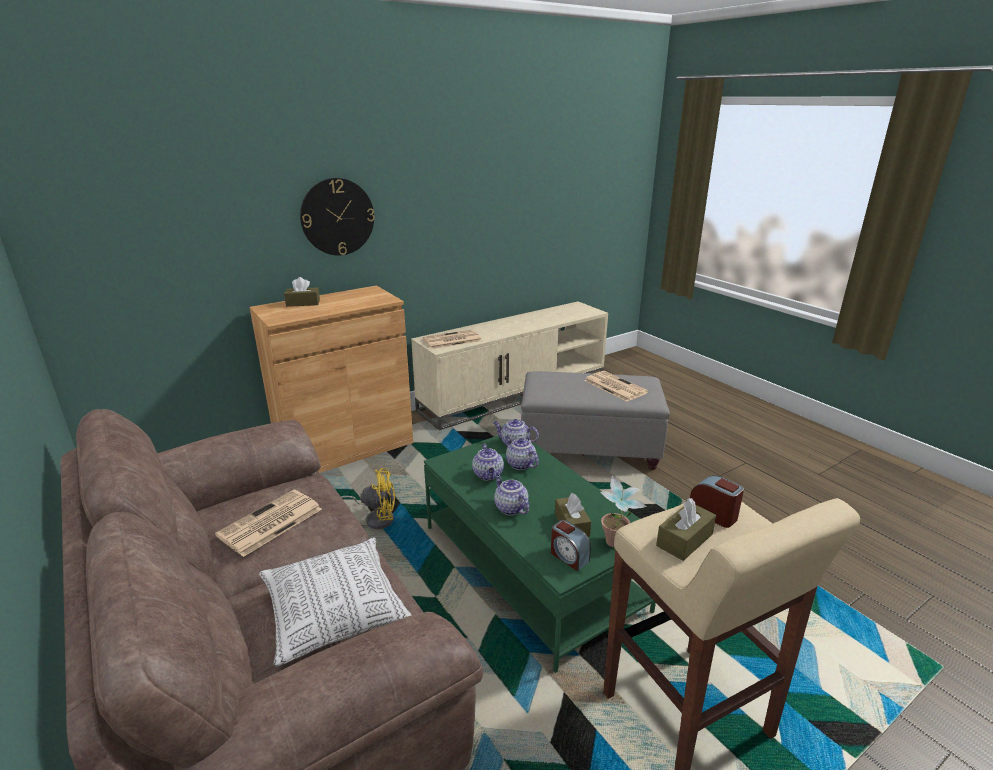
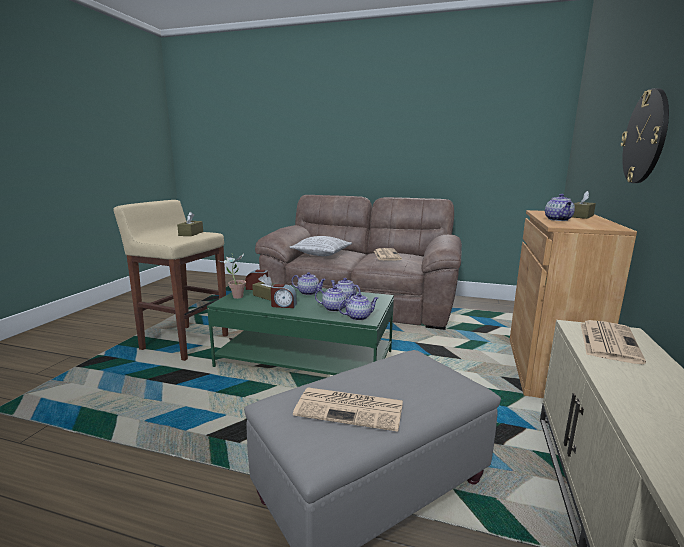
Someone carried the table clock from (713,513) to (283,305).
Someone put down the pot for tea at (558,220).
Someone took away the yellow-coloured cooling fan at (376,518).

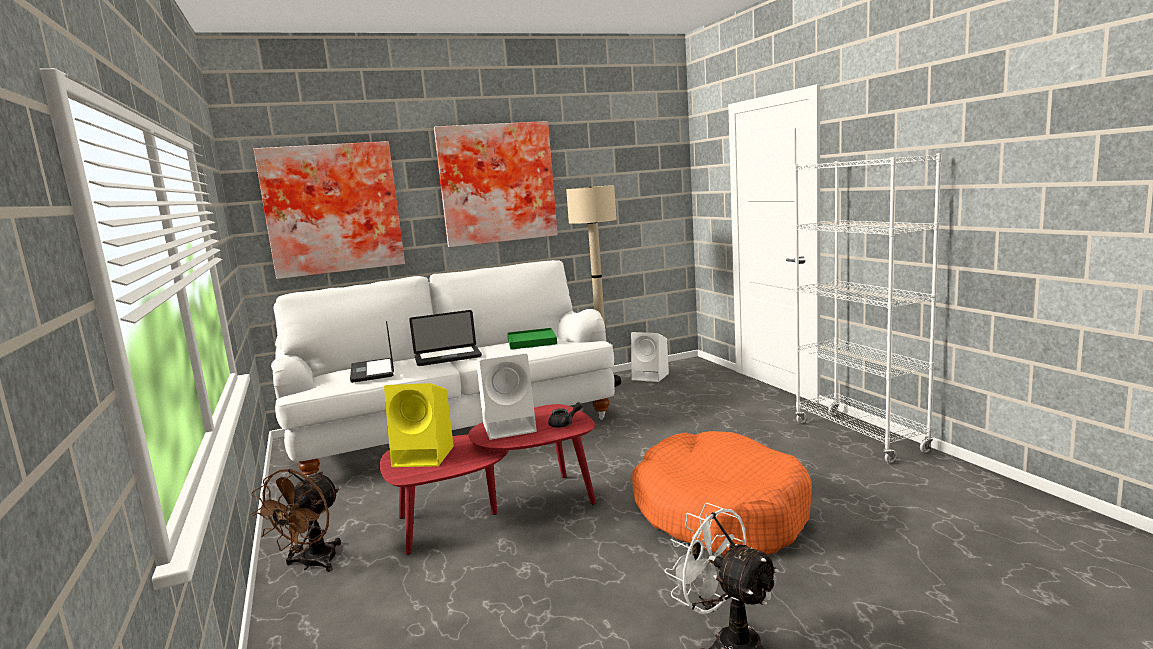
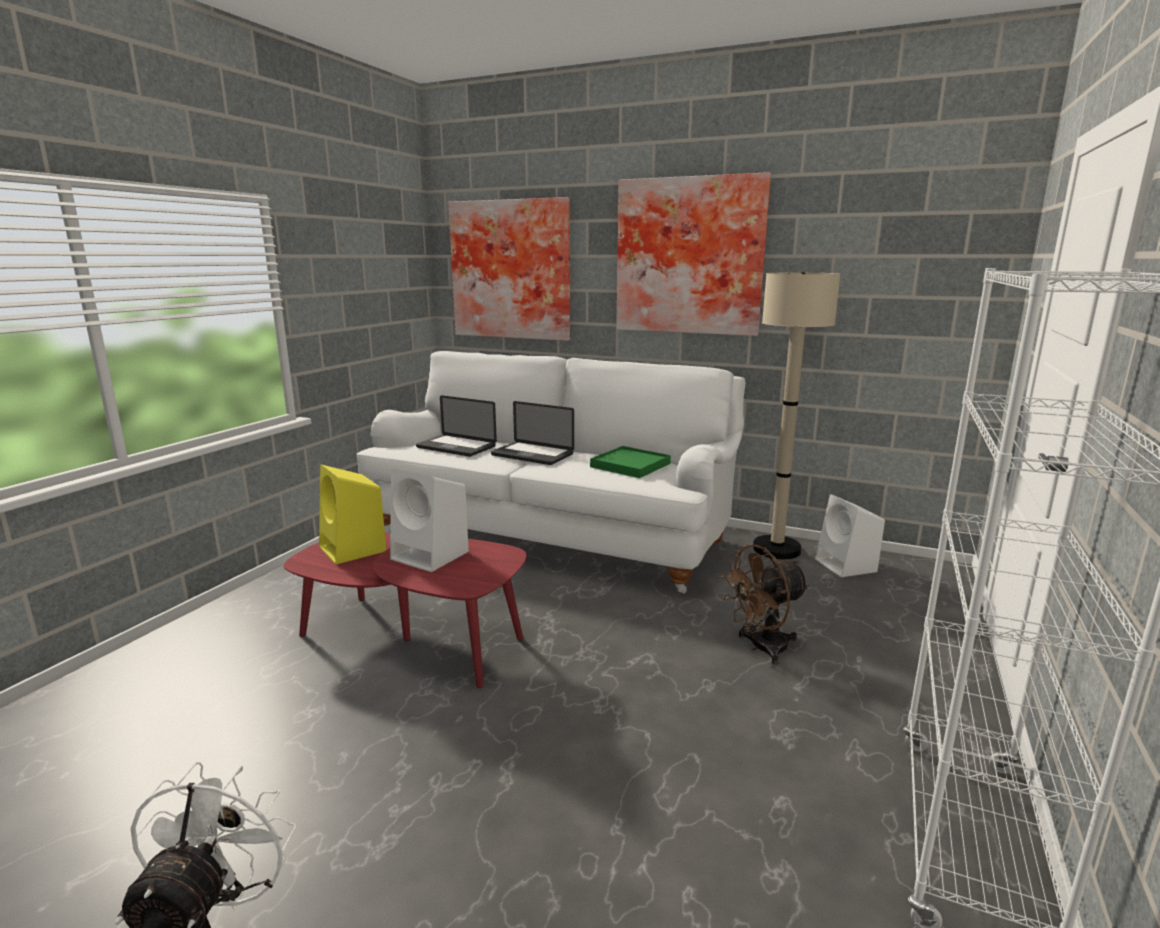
Someone rotated the portable computer at (372,371) by 90 degrees counterclockwise.
Someone carried the brown cooling fan from (312,564) to (761,648).
Someone took away the greyish pot for tea at (564,424).
Someone took away the orange-coloured dog cushion at (720,513).

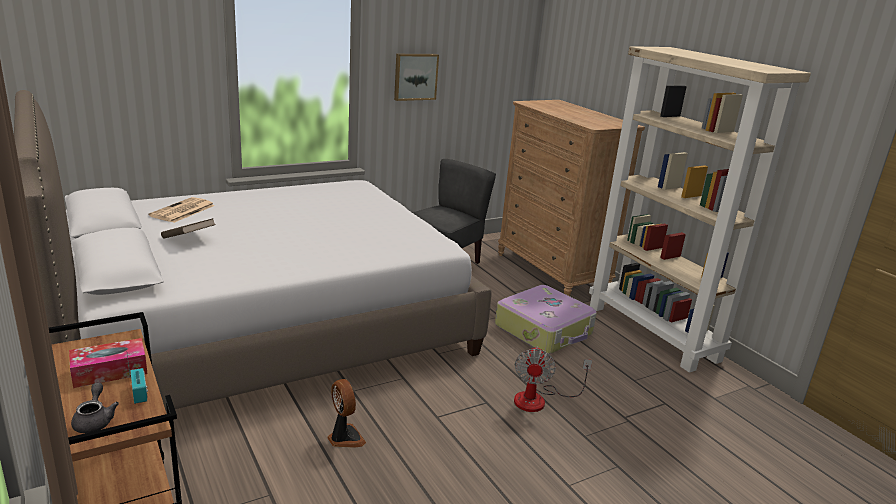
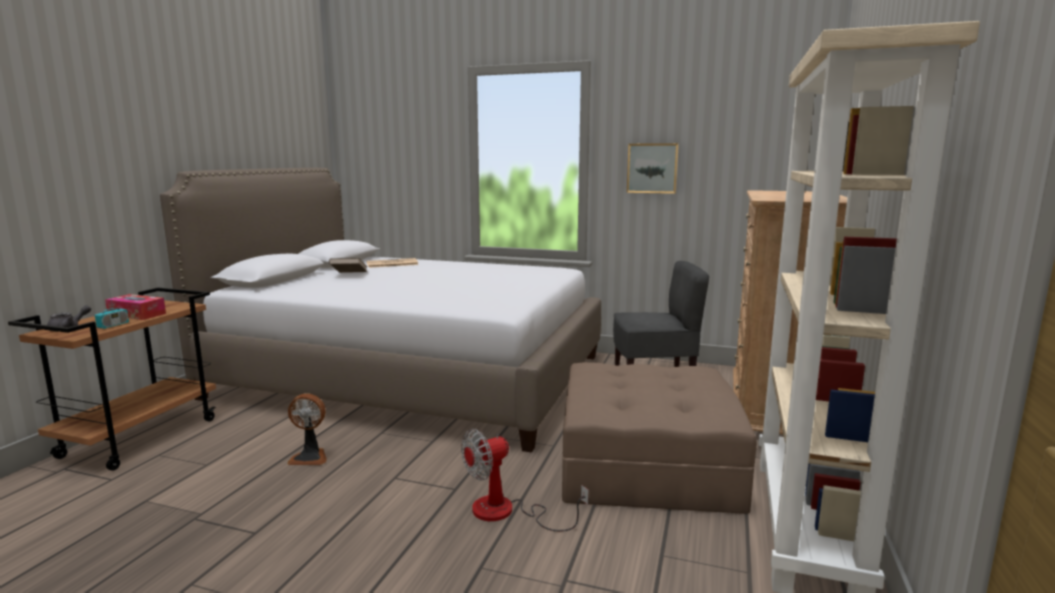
Someone rotated the cooling fan at (344,438) by 75 degrees clockwise.
Someone swapped the piece of luggage at (544,330) for the brown ottoman at (647,462).

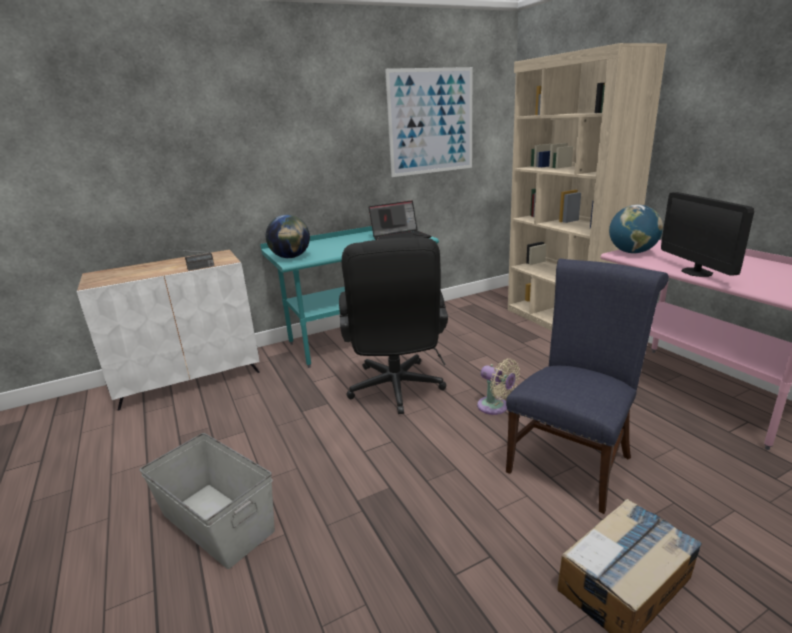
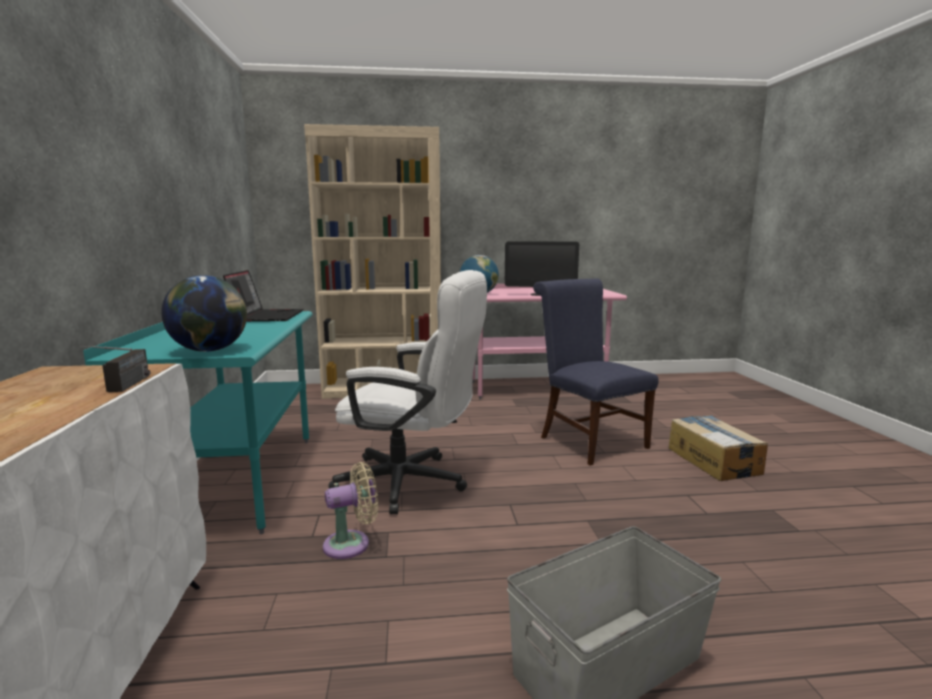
Someone carried the beige cooling fan from (495,407) to (351,544).
Someone repainted the black desk chair at (396,391), which became the white desk chair at (413,483).
Someone took away the wall art at (431,122).

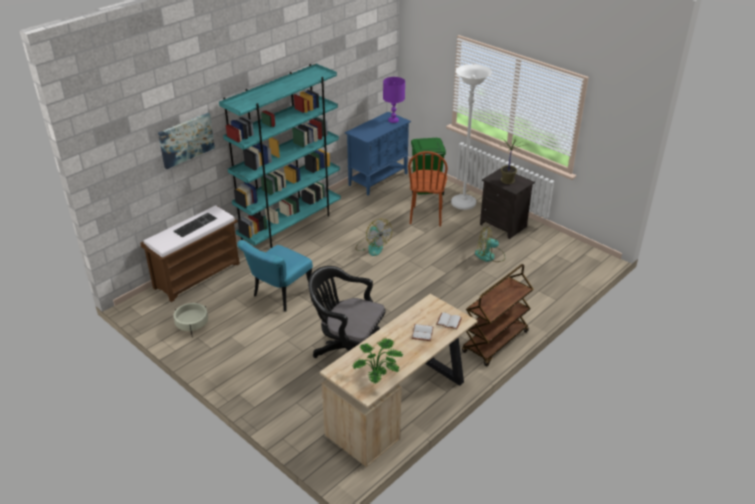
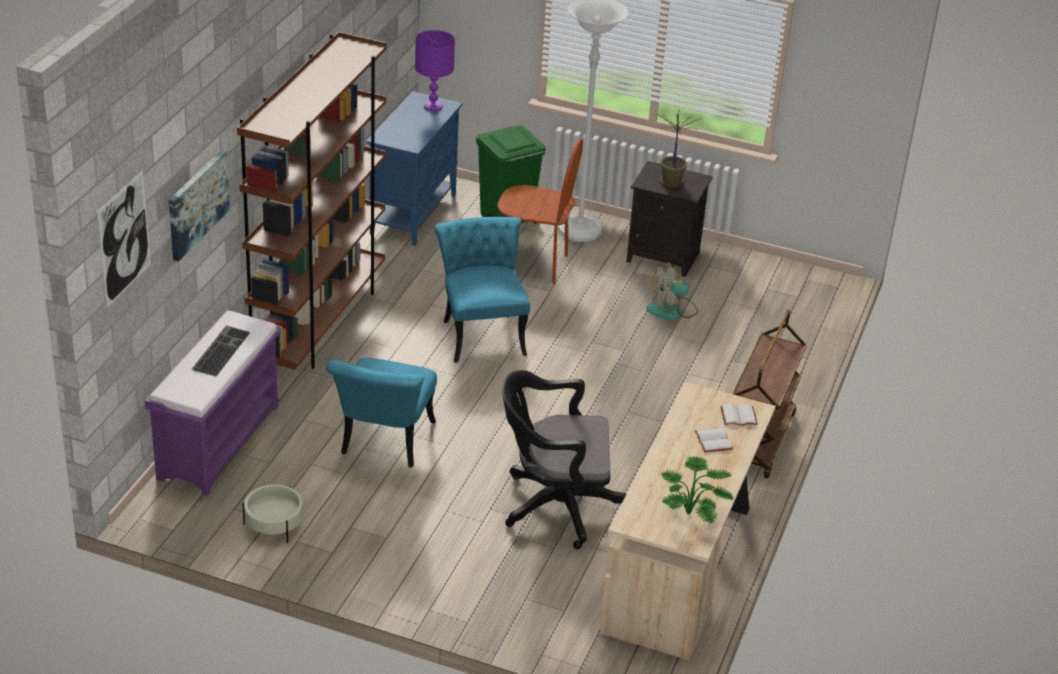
Someone put up the wall art at (124,239).
Someone repainted the brown long seat at (197,275), which became the purple-coloured long seat at (219,441).
Someone repainted the turquoise bookcase at (290,225), which became the brown bookcase at (318,323).
Someone swapped the cooling fan at (372,246) for the turquoise plain chair at (481,332).
Someone rotated the brown plain chair at (426,216) by 60 degrees counterclockwise.

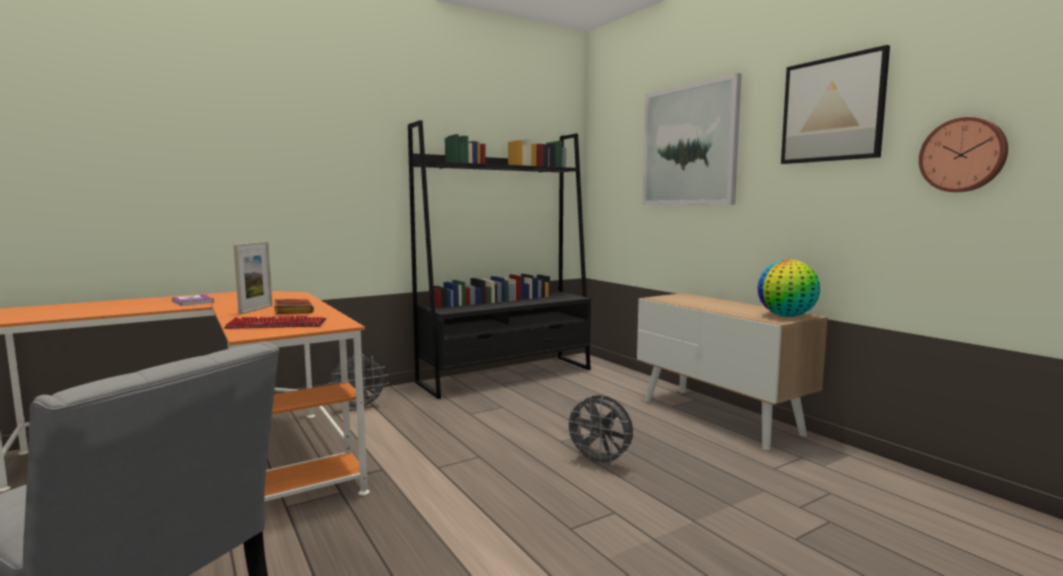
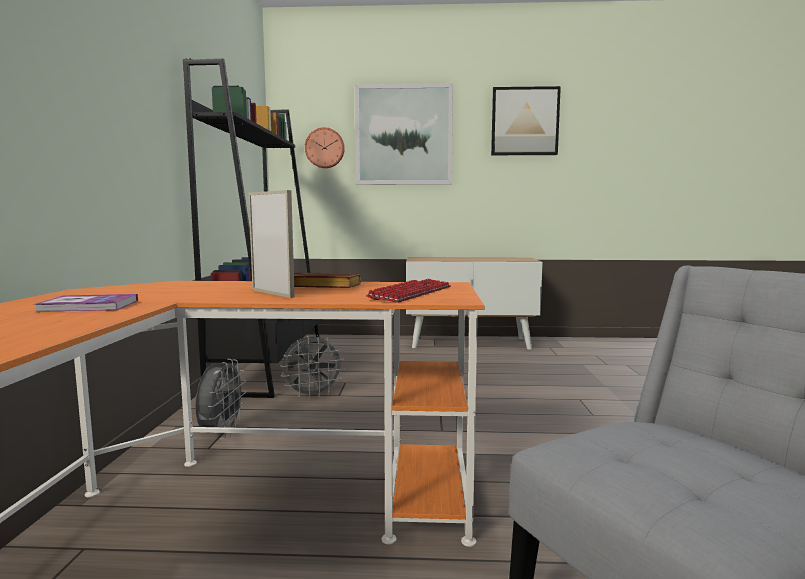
Someone carried the greyish cooling fan from (600,462) to (312,395).
Someone carried the clock on the wall from (963,155) to (325,148).
Someone took away the world globe at (786,316).

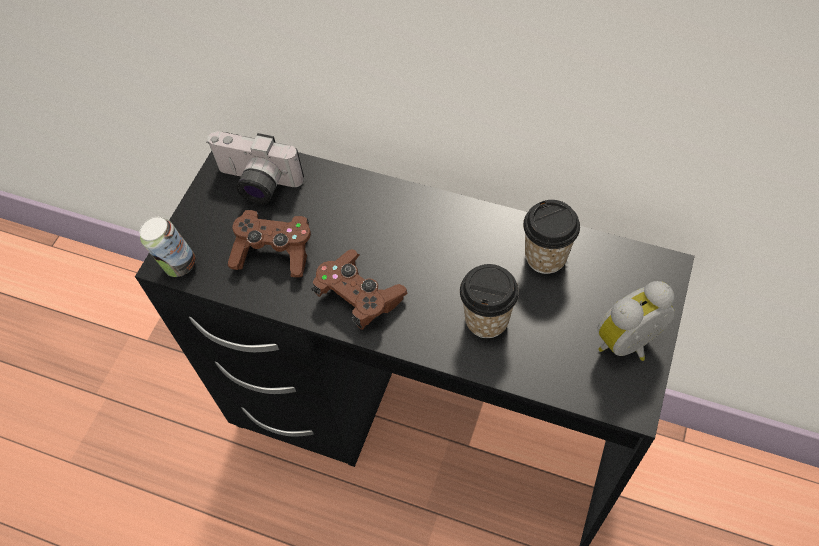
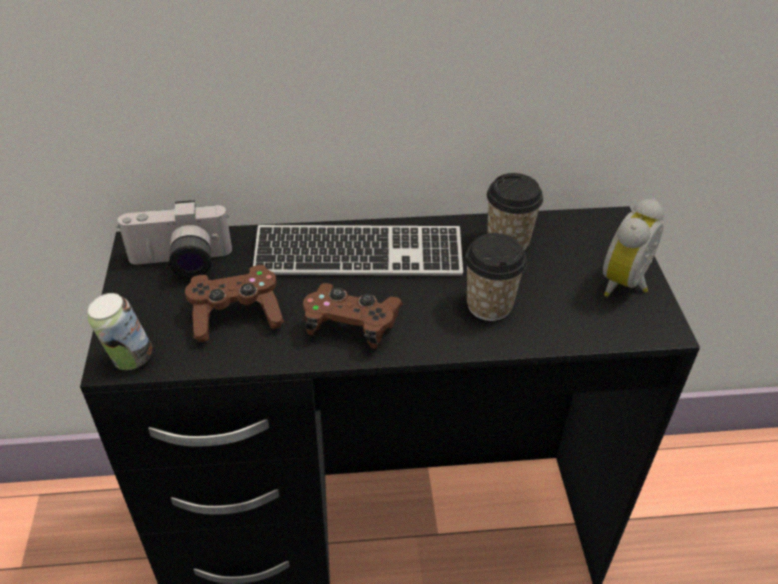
Someone put down the PC keyboard at (358,255).

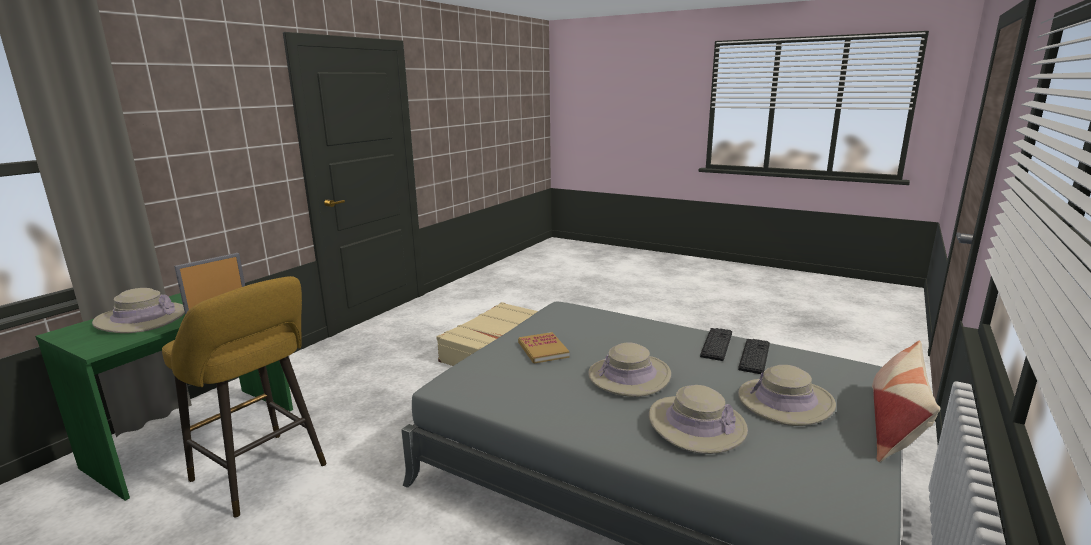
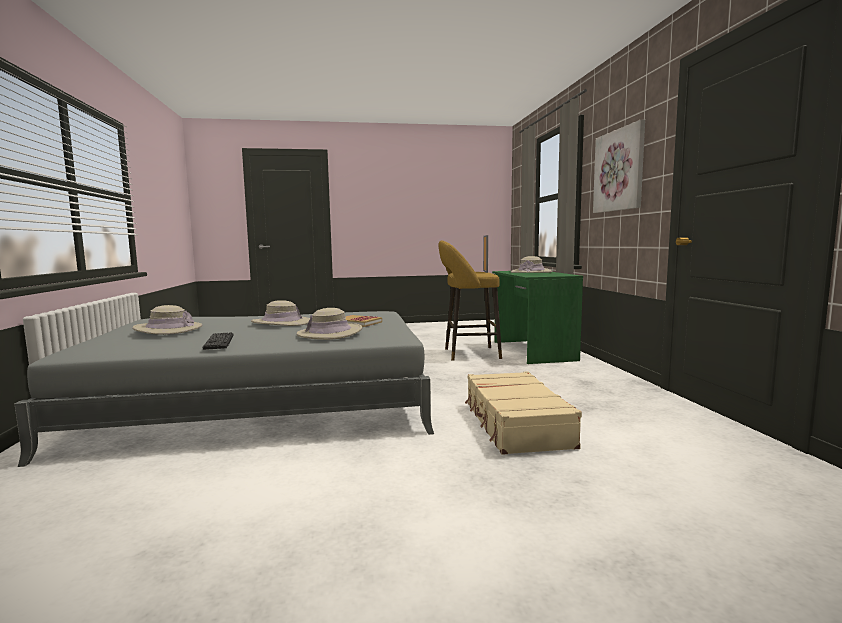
Someone carried the beige hat from (696,424) to (330,333).
Someone put up the wall art at (619,170).
Someone took away the PC keyboard at (754,356).
Someone took away the pillow at (895,424).

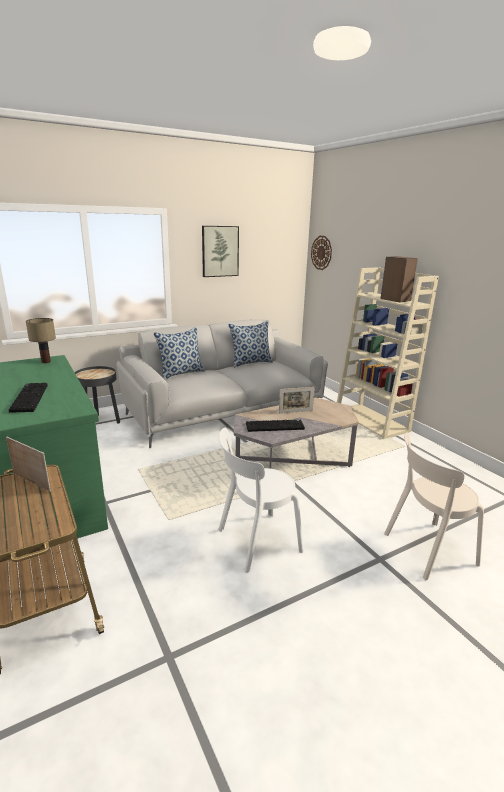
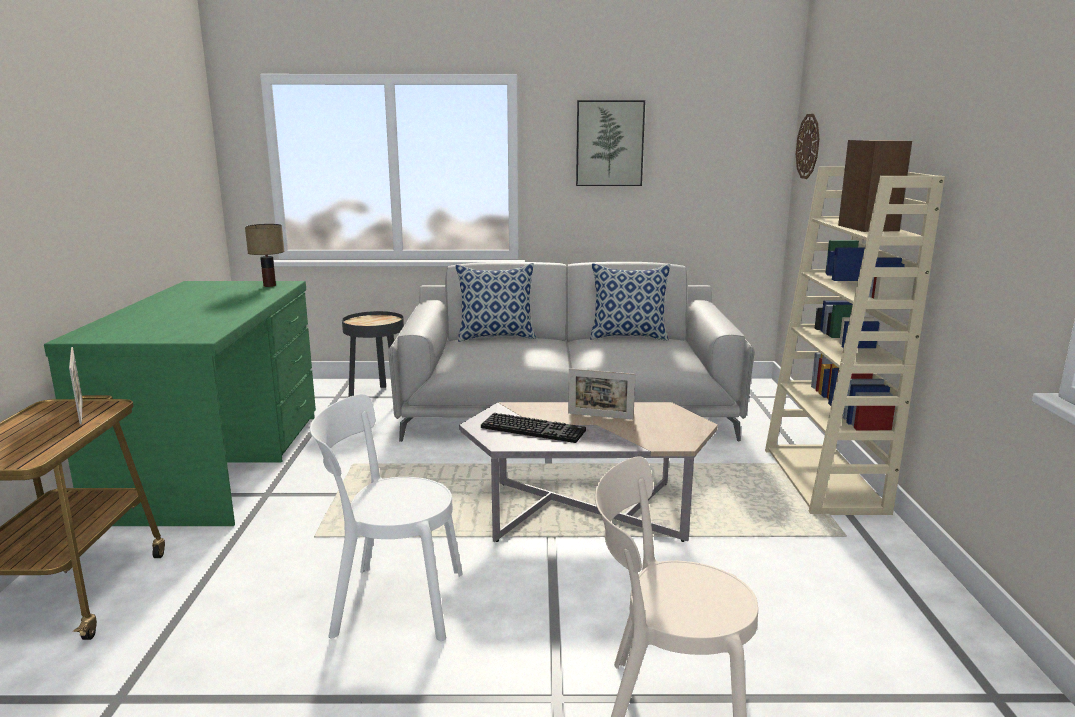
Someone took away the PC keyboard at (28,398).

